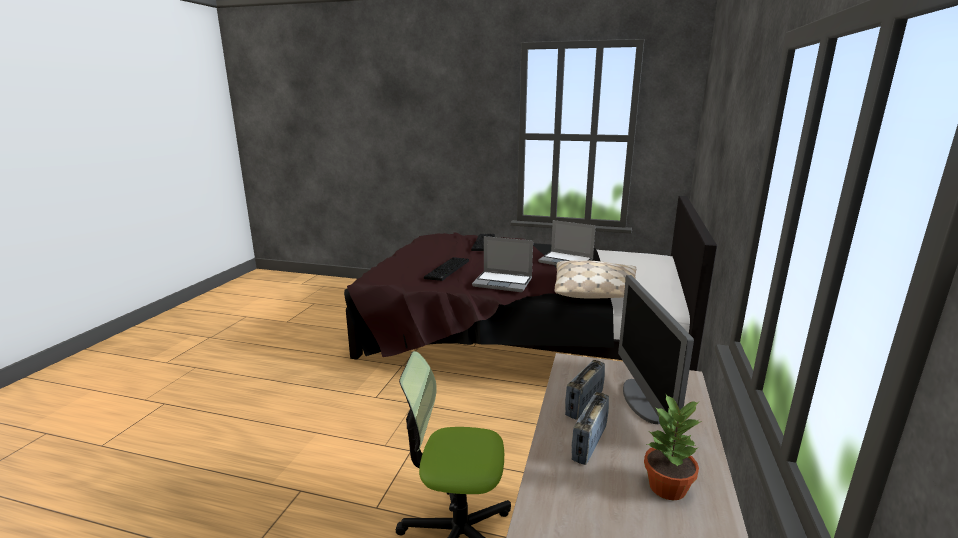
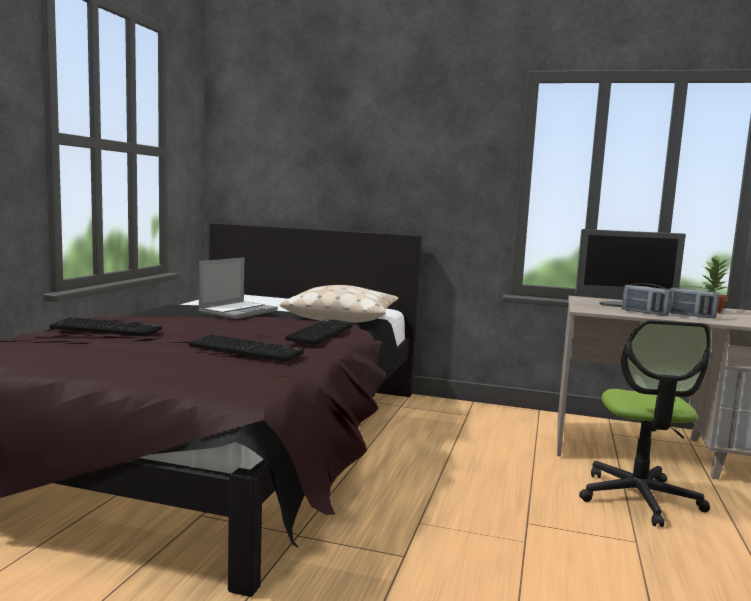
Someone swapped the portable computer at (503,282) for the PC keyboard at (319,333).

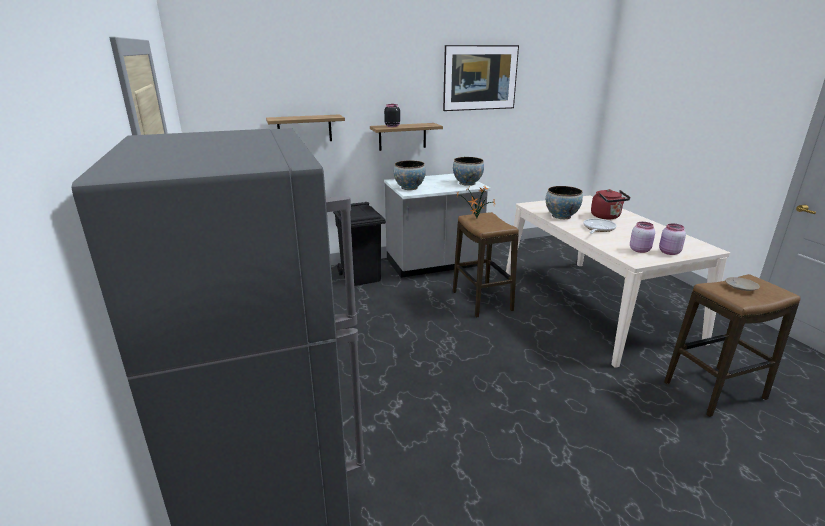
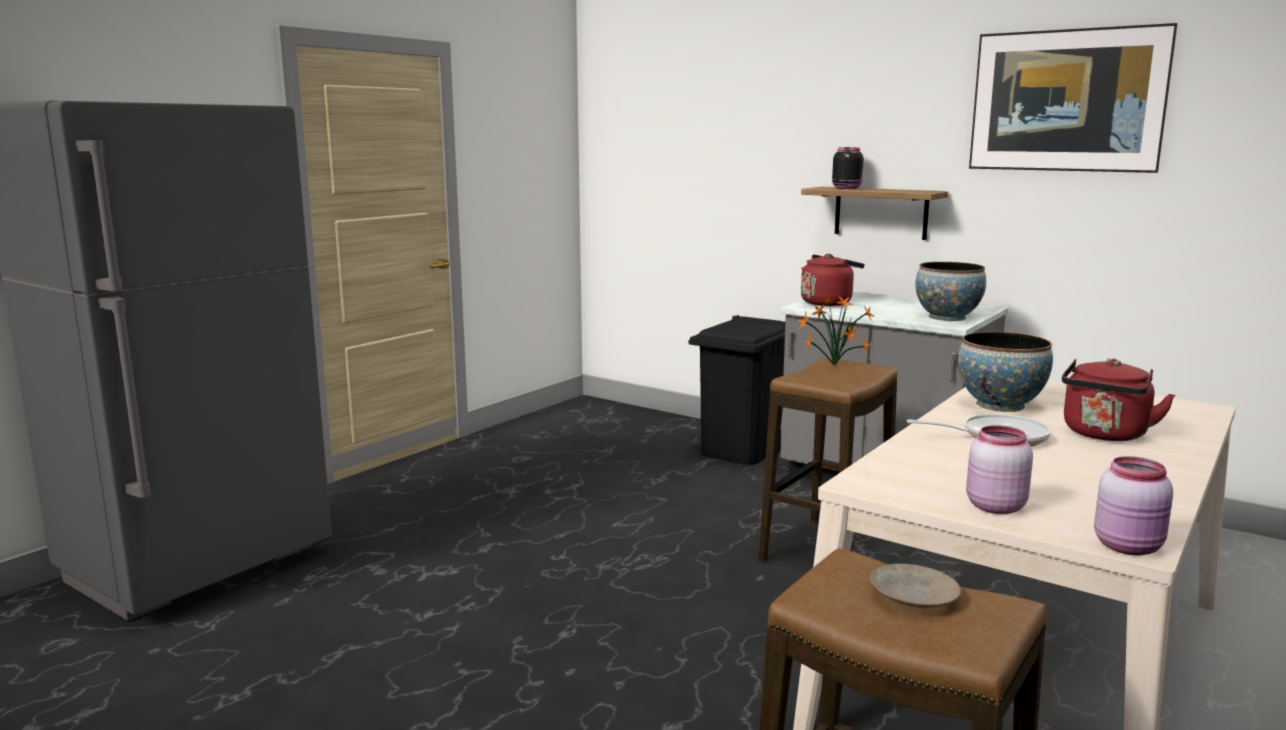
Someone swapped the serving bowl at (409,188) for the red tea kettle at (828,303).
Someone carried the pink jar from (640,250) to (1130,547).
Someone took away the wall shelf at (304,129).

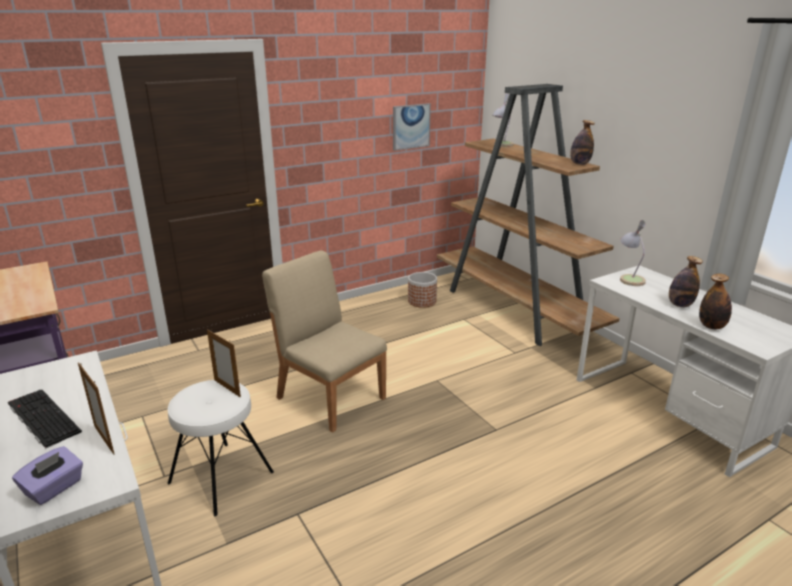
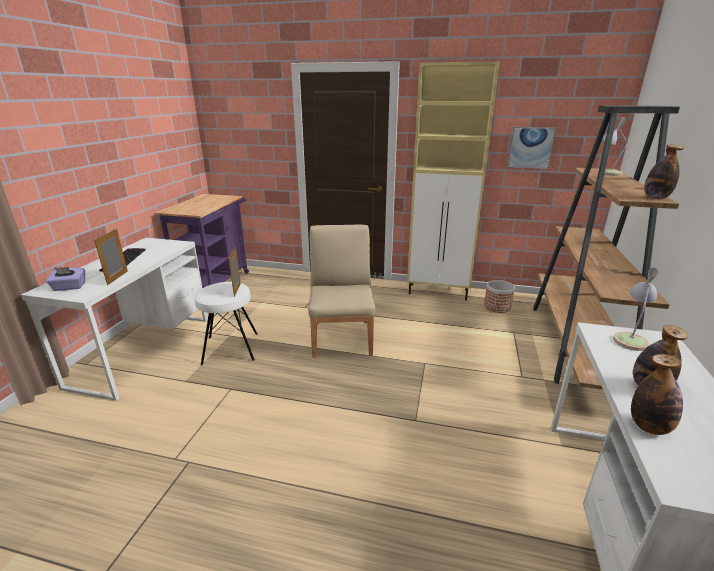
Someone put down the beige cabinet at (439,292).

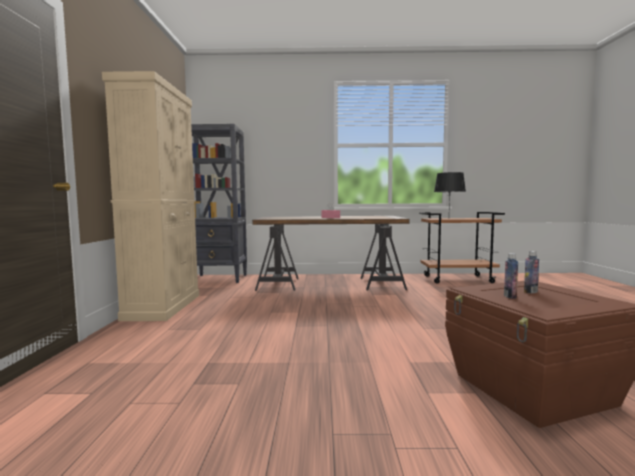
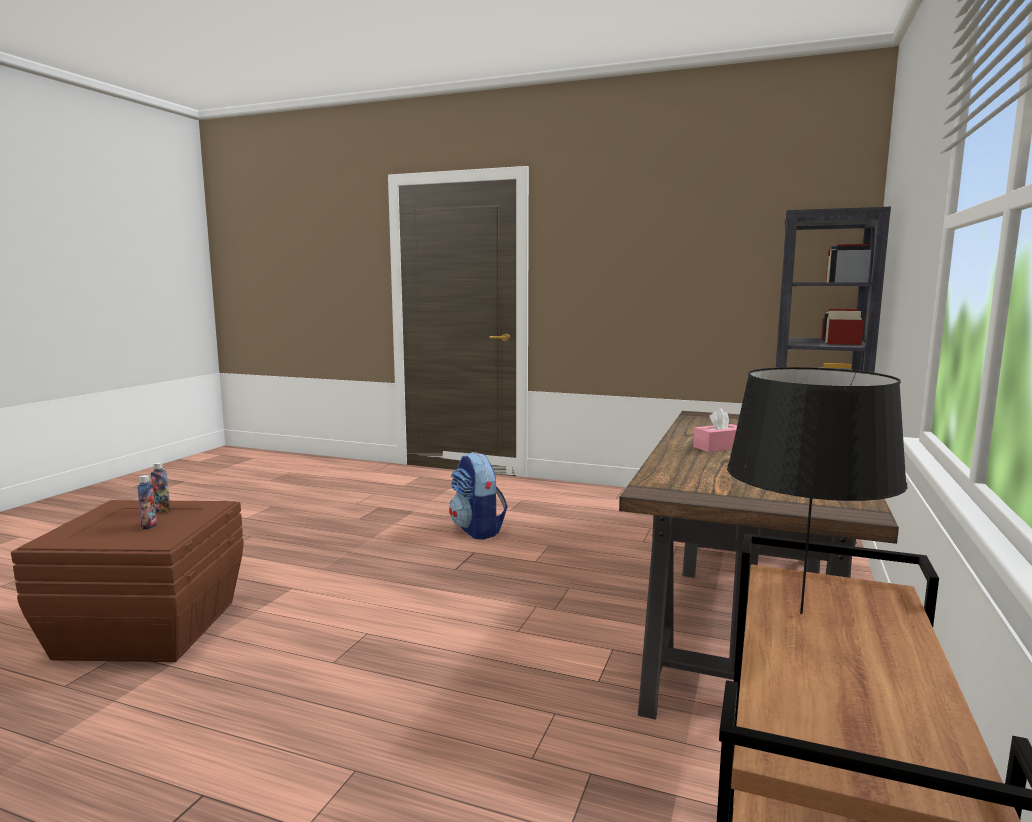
Someone put down the rucksack at (477,530).
Someone took away the beige cabinet at (163,306).

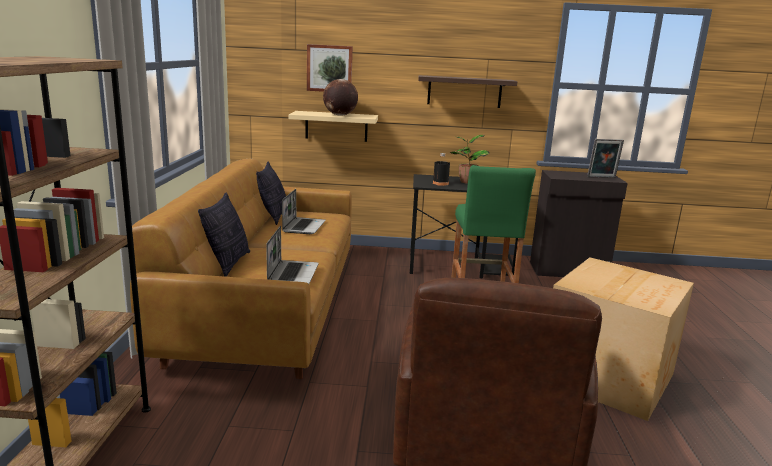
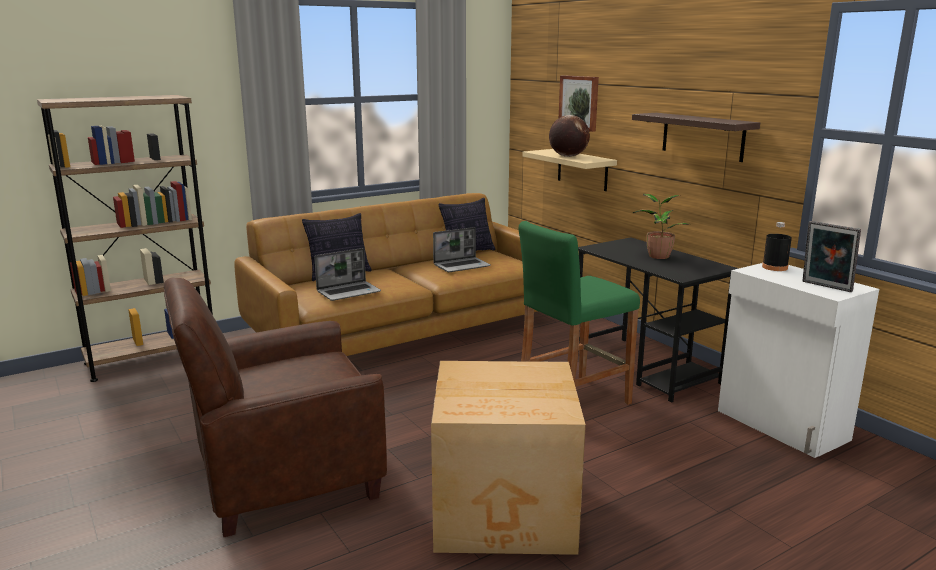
Someone repainted the black cabinet at (569,271), which became the white cabinet at (781,426).
Someone carried the black drink bottle from (440,183) to (774,267).

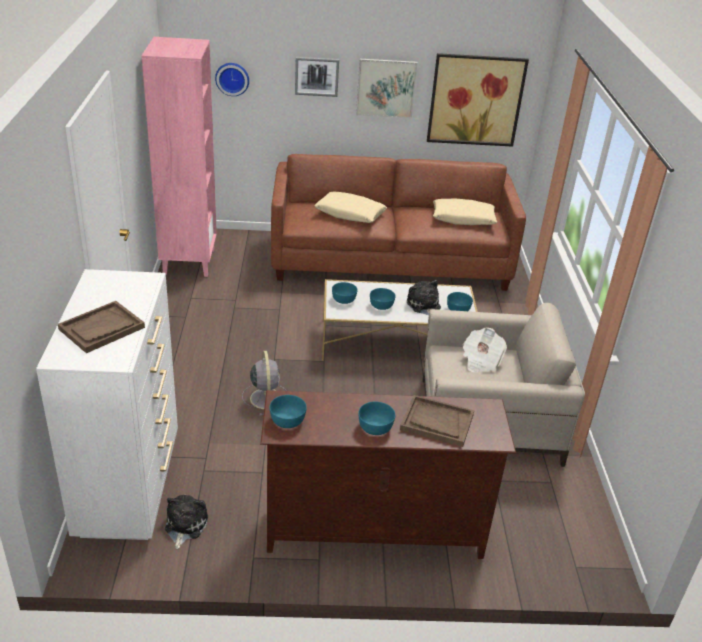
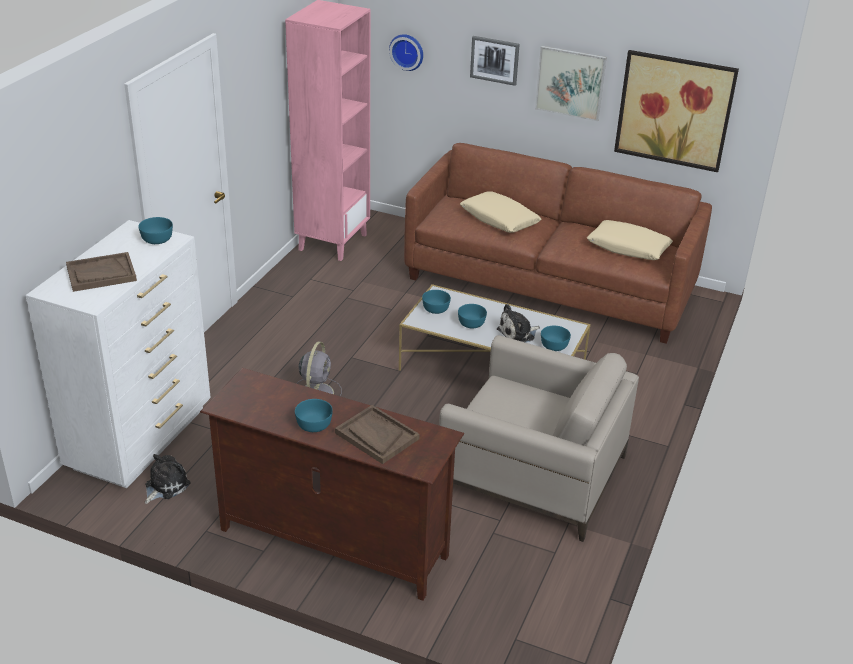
Someone carried the turquoise serving bowl from (288,420) to (157,239).
Someone rotated the plush toy at (424,306) by 120 degrees counterclockwise.
Someone took away the newspaper at (481,360).

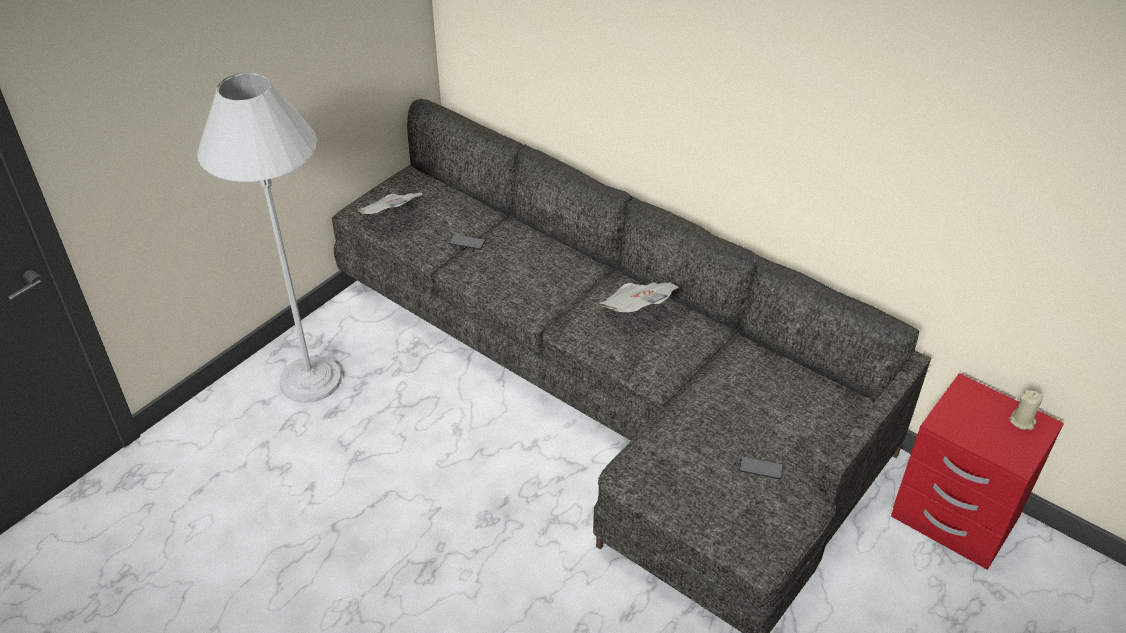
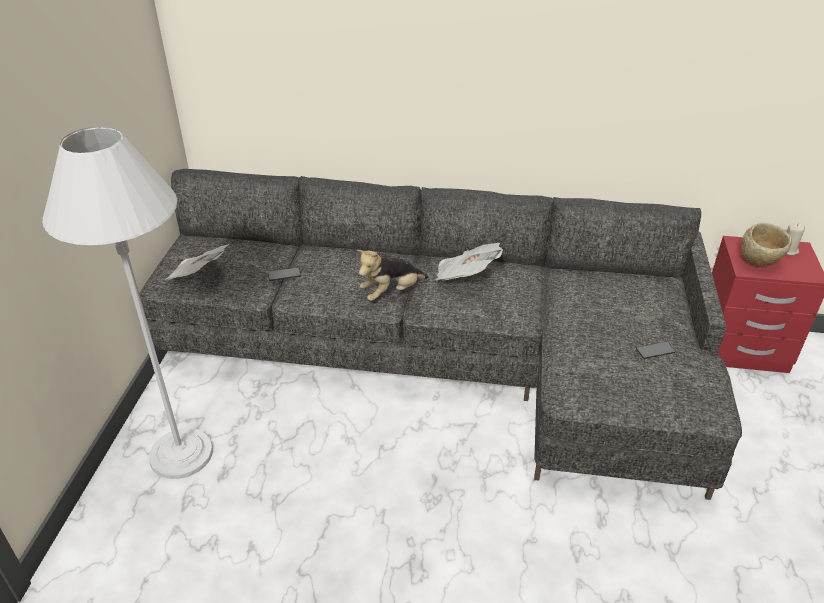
Someone put down the plush toy at (391,292).
Someone put down the beige serving bowl at (760,261).

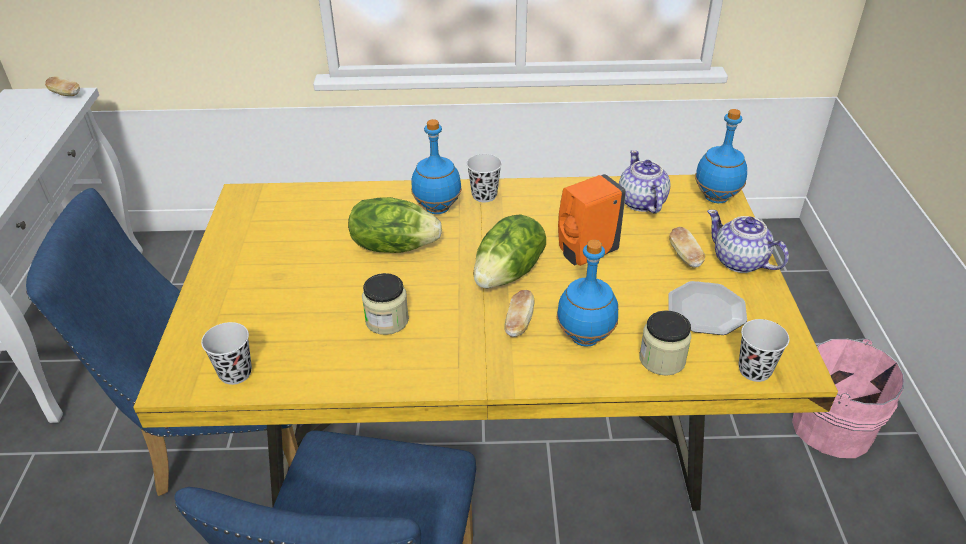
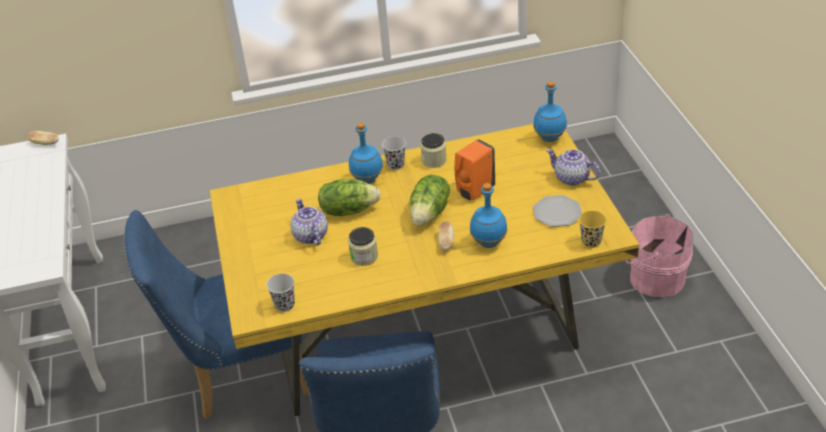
Someone carried the pot for tea from (641,202) to (310,236).
Someone carried the jar from (662,359) to (434,160).
Someone repainted the black cup at (754,370), which became the yellow-coloured cup at (591,241).
Someone took away the bread at (684,256).

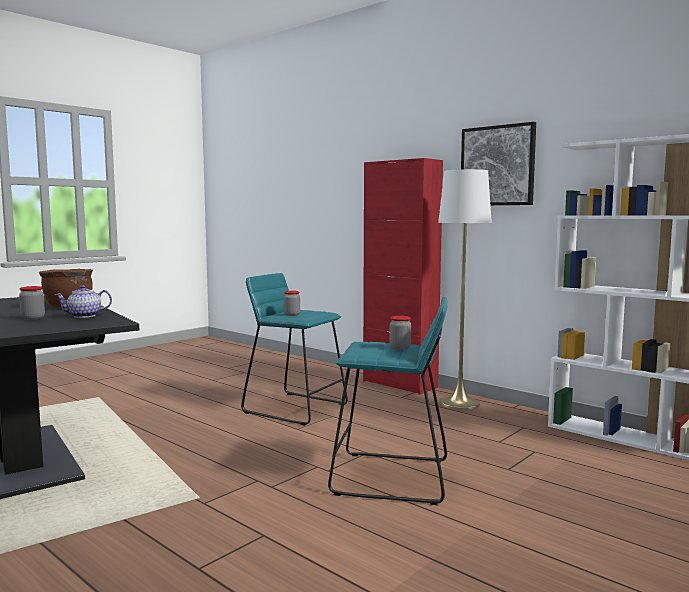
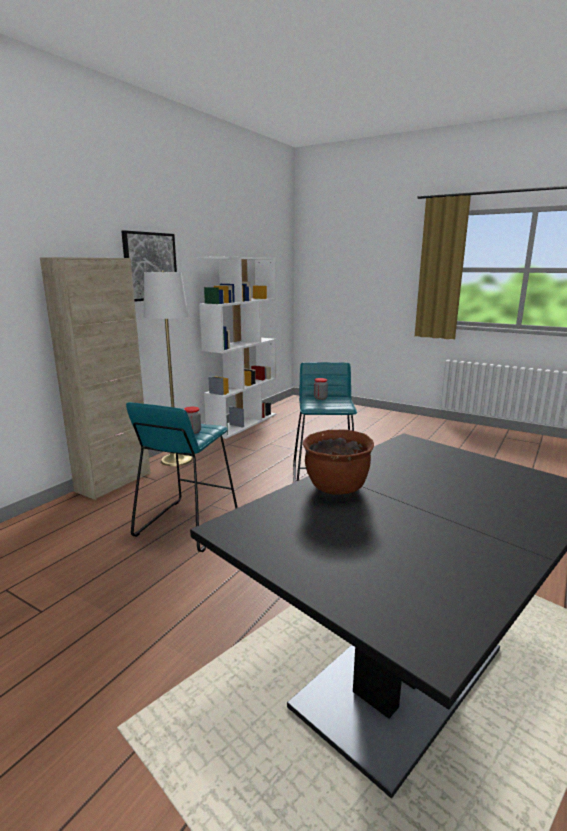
Someone repainted the red cabinet at (399,384), which became the beige cabinet at (114,482).
Someone took away the jar at (33,318).
Someone took away the pot for tea at (84,316).

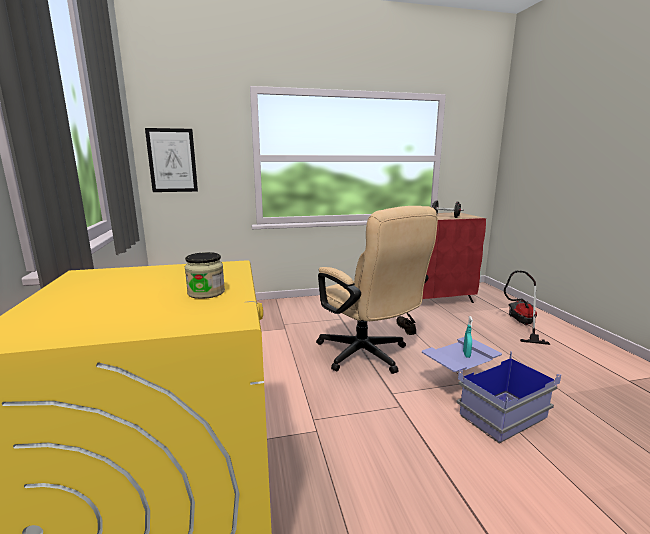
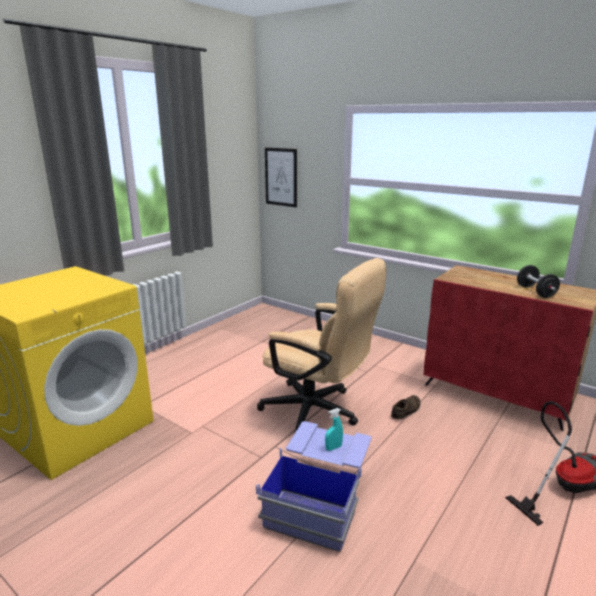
Someone rotated the beige desk chair at (368,356) by 75 degrees counterclockwise.
Someone took away the jar at (206,293).

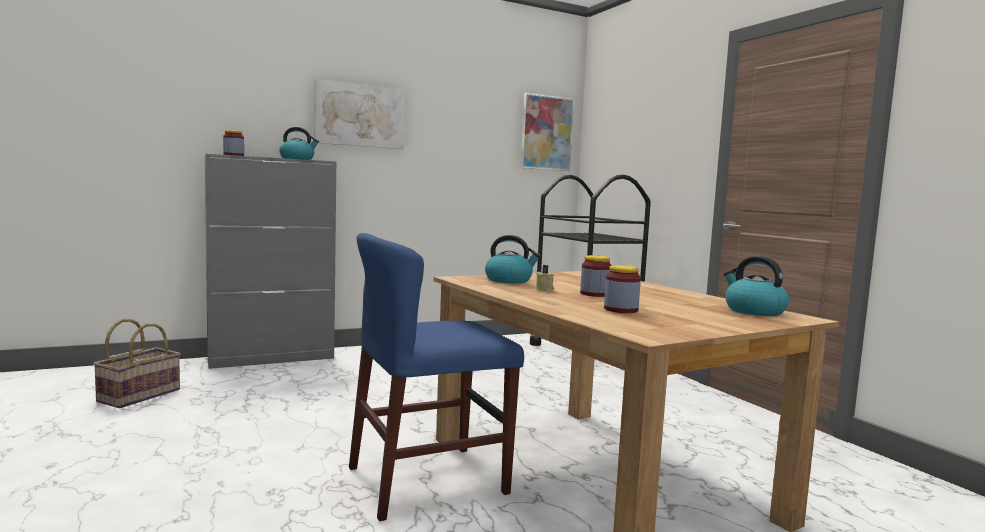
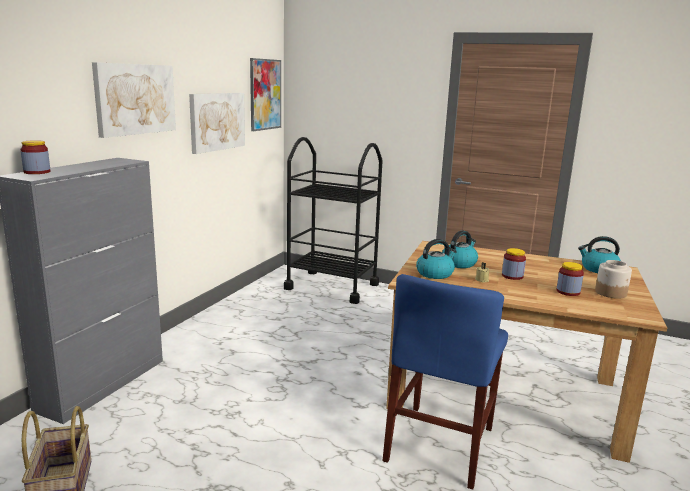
Someone put up the wall art at (217,121).
Someone carried the tea kettle from (297,159) to (459,263).
Someone put down the jar at (611,293).

